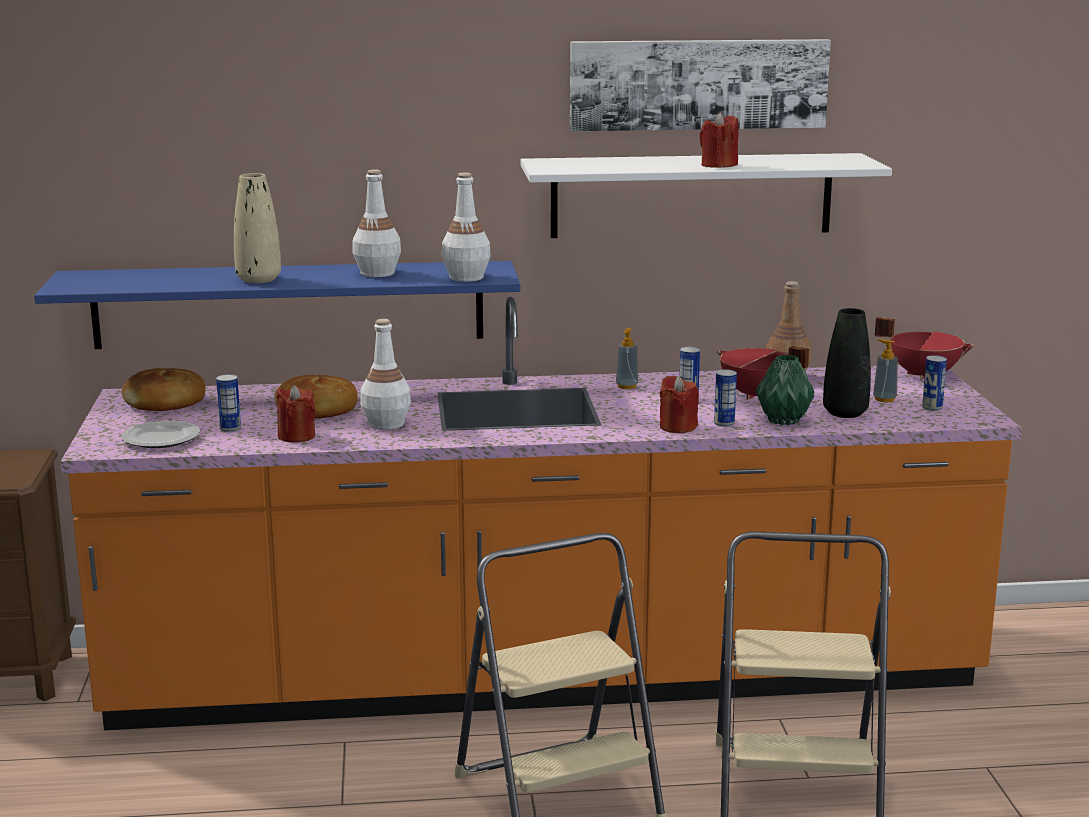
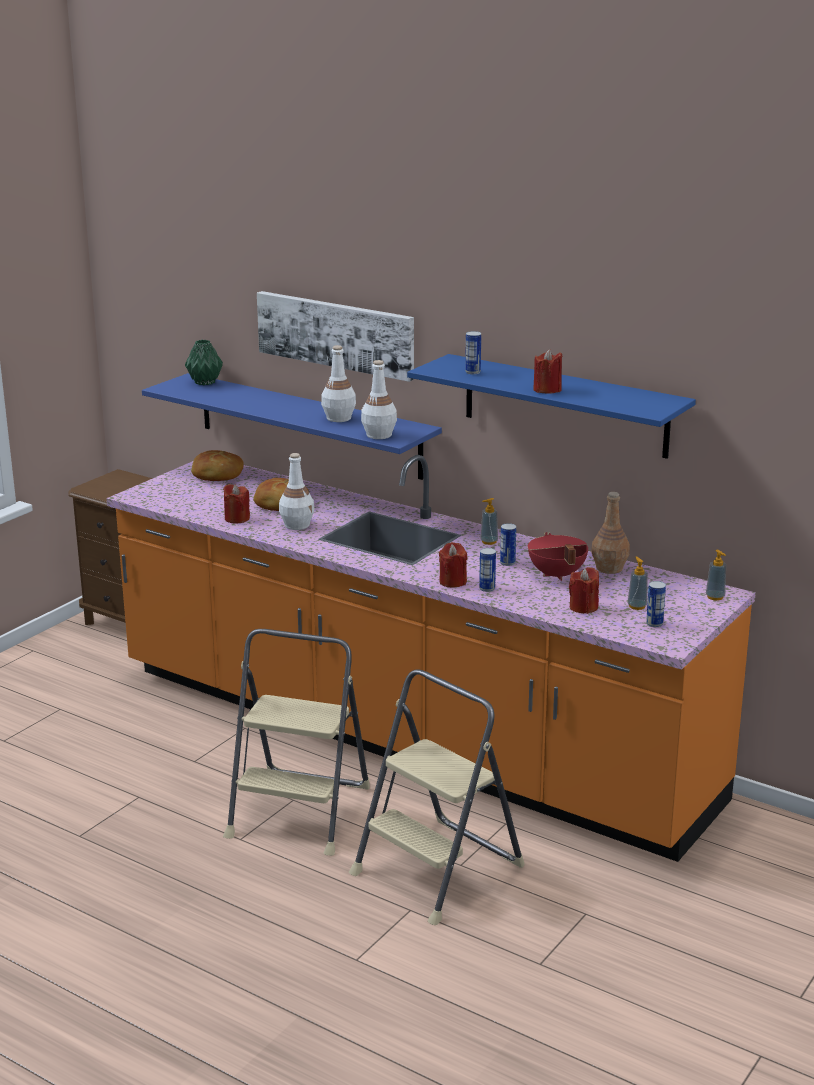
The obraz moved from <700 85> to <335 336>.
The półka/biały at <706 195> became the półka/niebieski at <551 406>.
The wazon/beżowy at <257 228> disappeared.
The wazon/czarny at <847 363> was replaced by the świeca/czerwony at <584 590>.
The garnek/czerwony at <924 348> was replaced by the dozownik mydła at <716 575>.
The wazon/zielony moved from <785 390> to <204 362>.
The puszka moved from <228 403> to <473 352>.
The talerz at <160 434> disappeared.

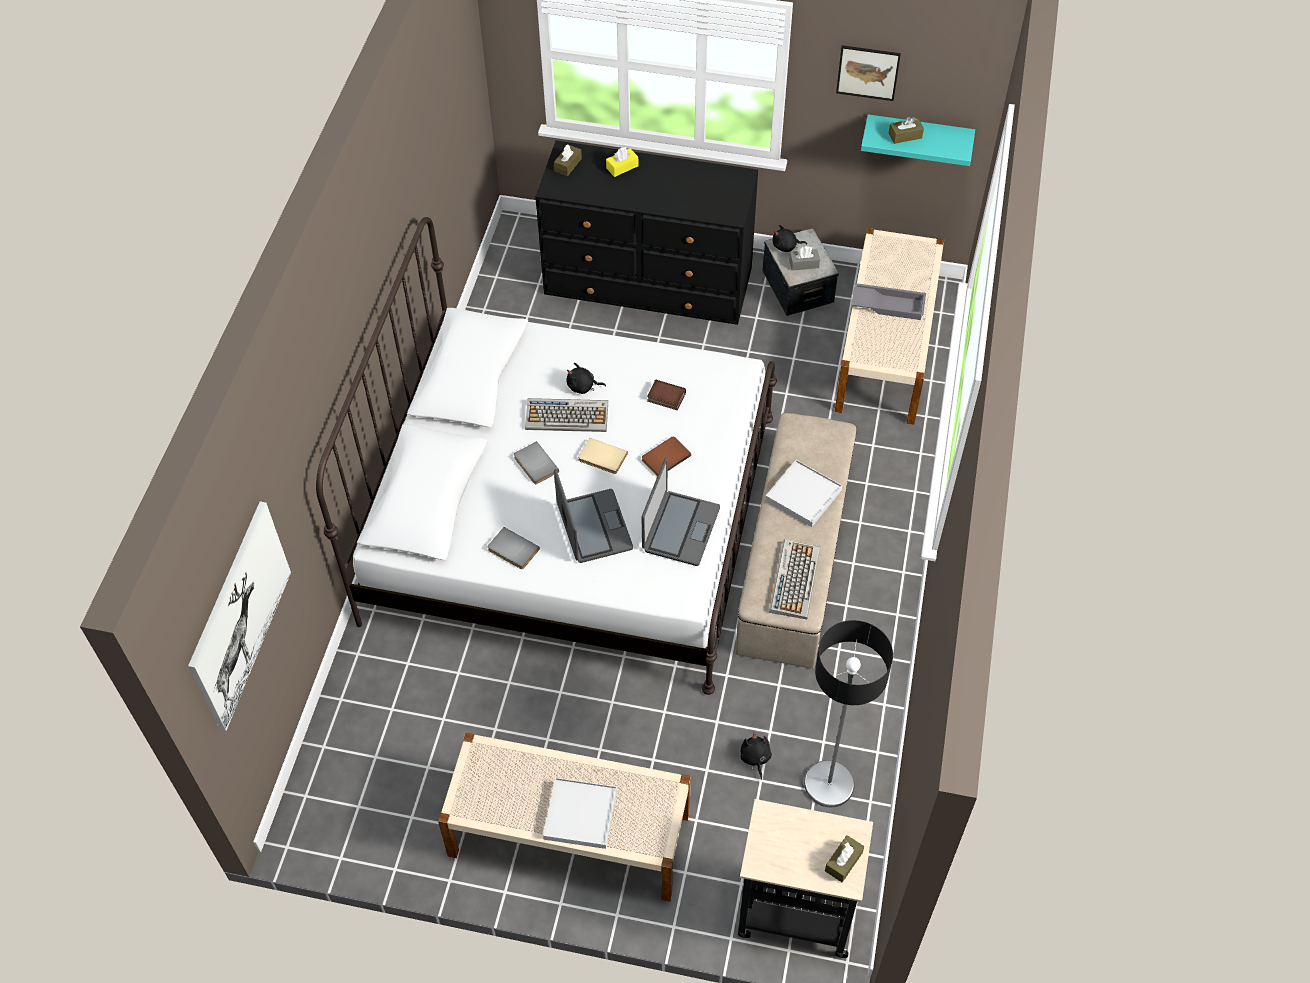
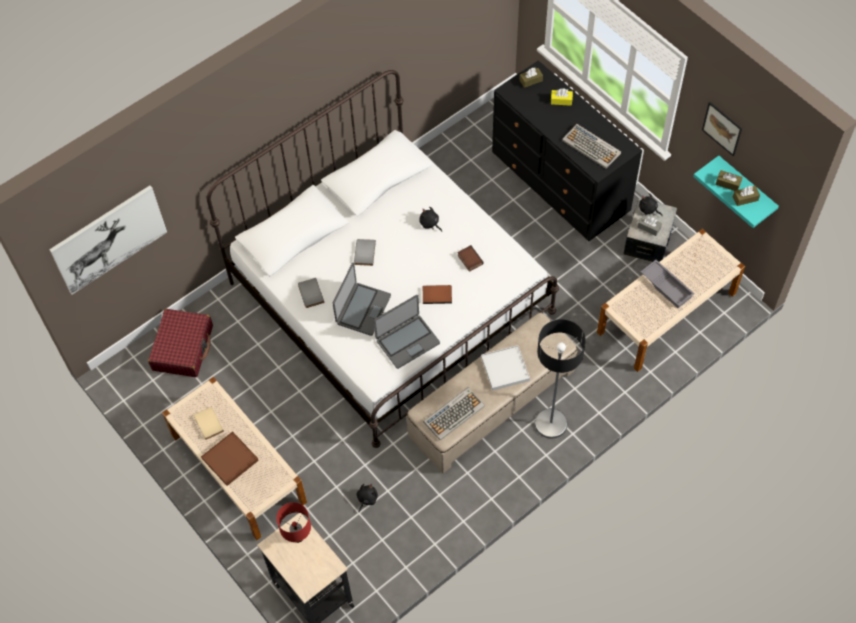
The klawiatura moved from <566 415> to <591 146>.
The książka/beżowy moved from <603 456> to <209 423>.
The lampa stojąca moved from <848 713> to <560 378>.
The taca/biały at <580 813> became the taca/brązowy at <230 458>.
The pudełko chusteczek/brązowy moved from <844 858> to <746 196>.
The walizka/czerwony at <180 343> appeared.
The lampa stołowa/czerwony at <293 522> appeared.

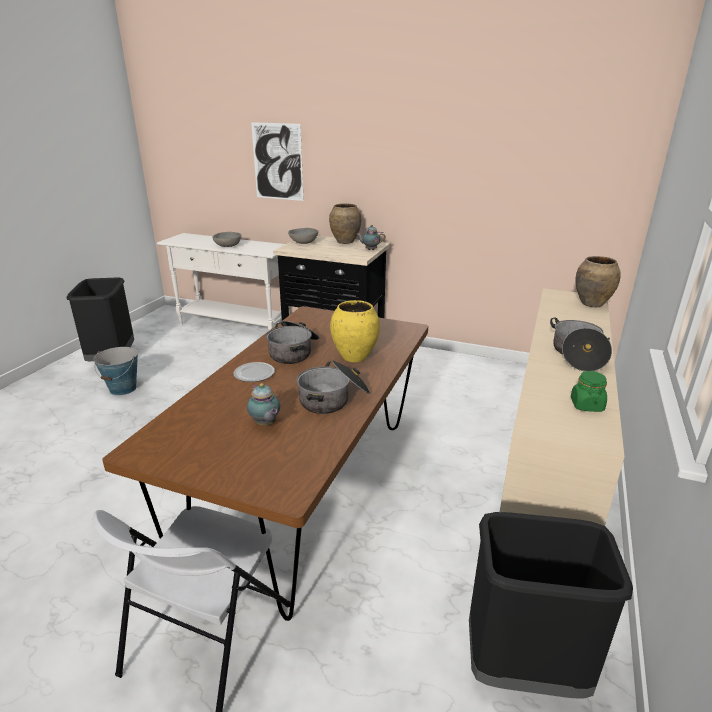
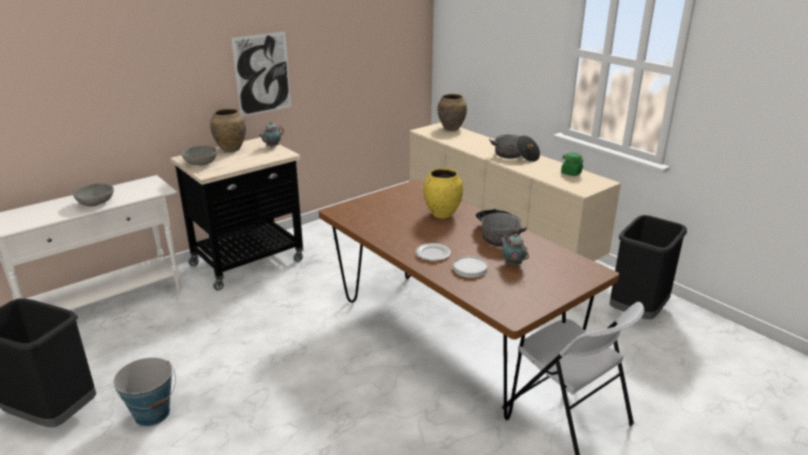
The obraz moved from <277 161> to <261 74>.
The garnek at <292 342> disappeared.
The imbryk at <263 404> turned 120 degrees counterclockwise.
The talerz/biały at <470 267> appeared.

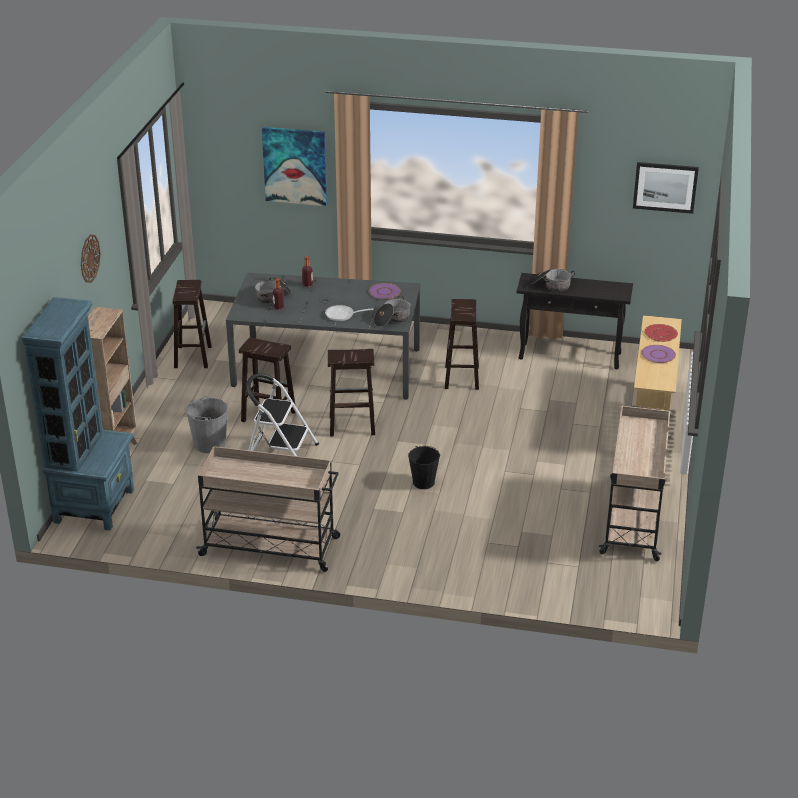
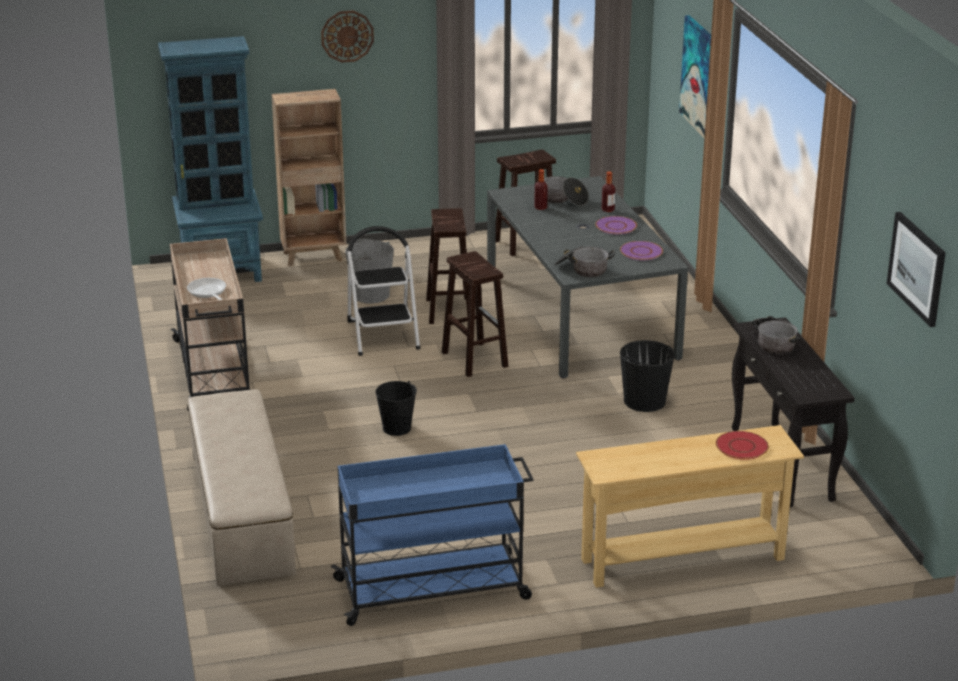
The stołek/brązowy at <462 344> was replaced by the wiadro/czarny at <647 376>.
The patelnia moved from <349 313> to <206 289>.
The talerz/fioletowy moved from <658 354> to <616 225>.
The wózek/beżowy at <634 483> became the wózek/niebieski at <432 535>.
The ławka/beżowy at <242 488> appeared.

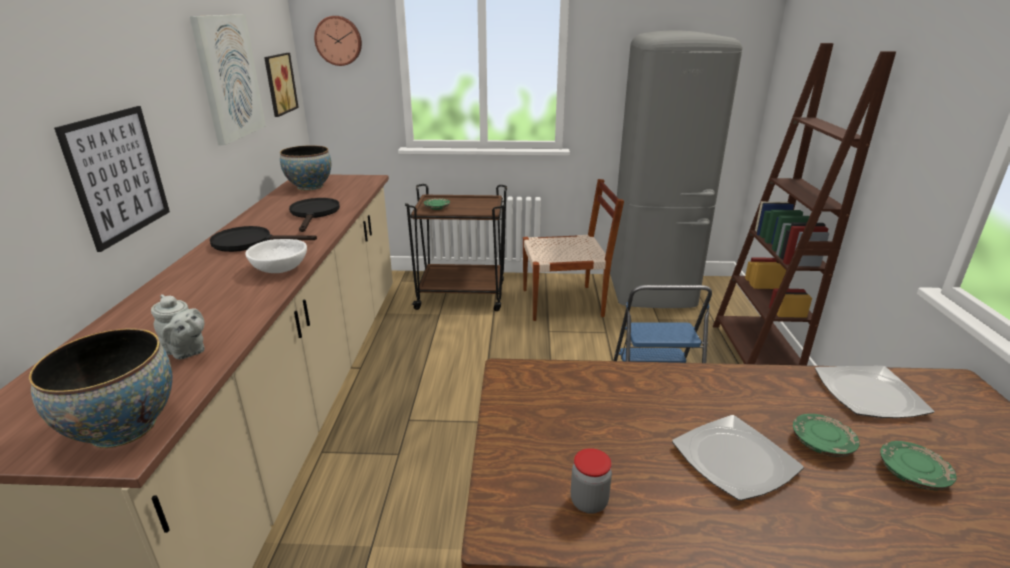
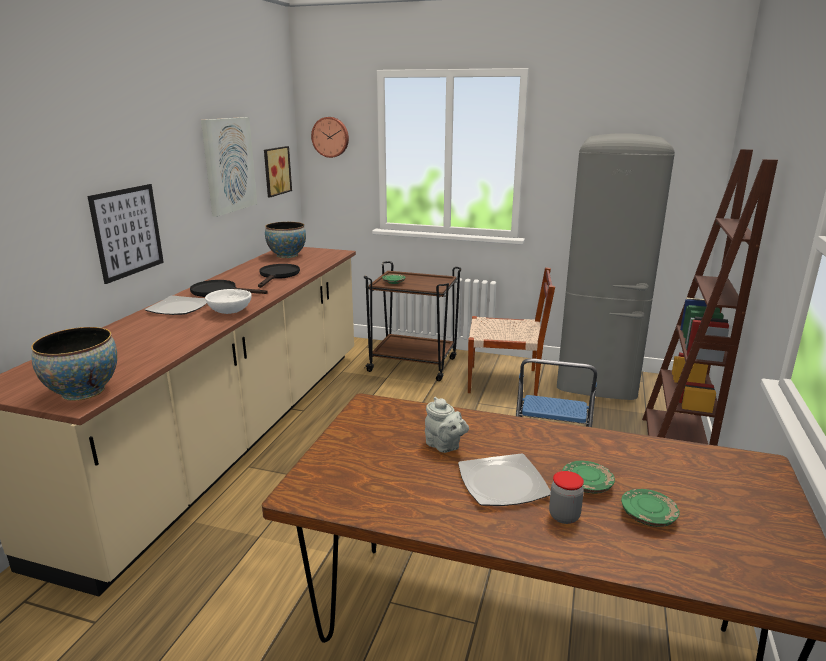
The imbryk/szary moved from <178 326> to <447 425>.
The talerz moved from <874 392> to <175 305>.
The słoik moved from <591 481> to <566 497>.

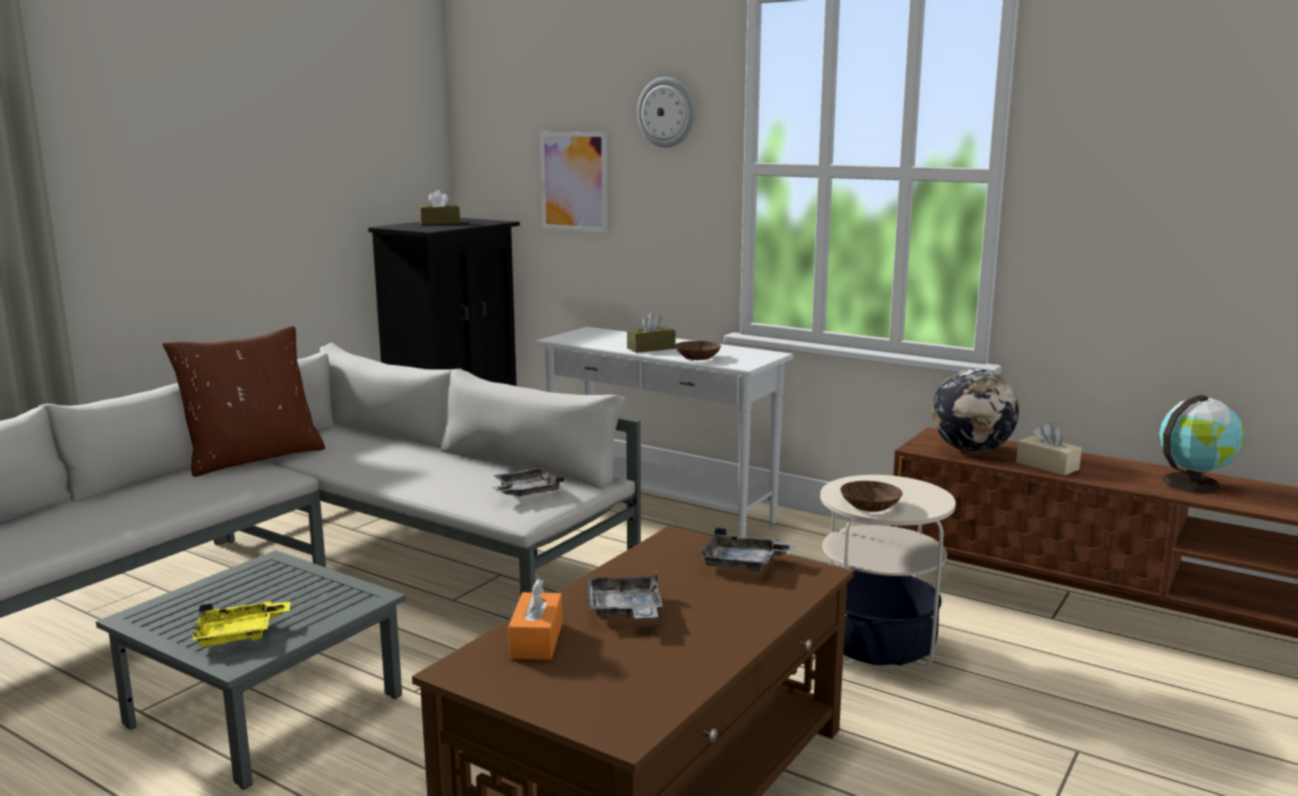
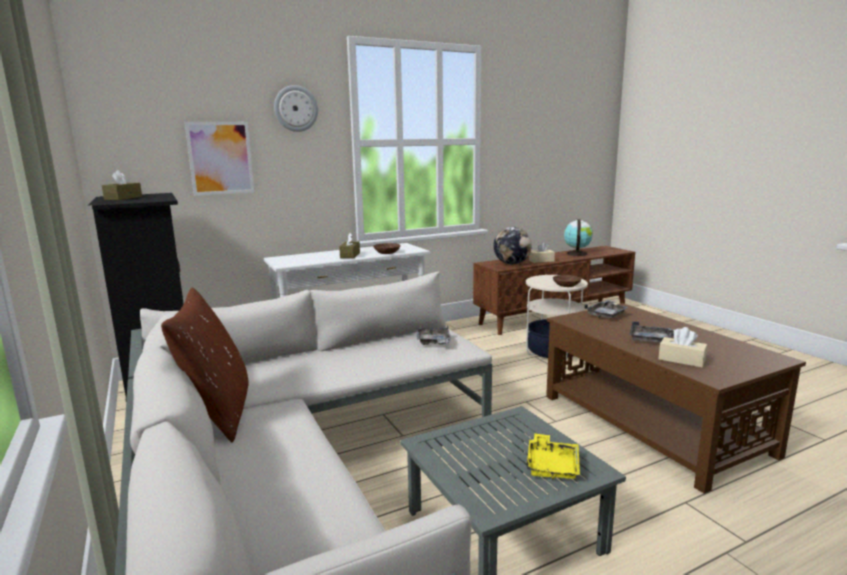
The pudełko chusteczek/pomarańczowy at <535 619> became the pudełko chusteczek/beżowy at <683 347>.

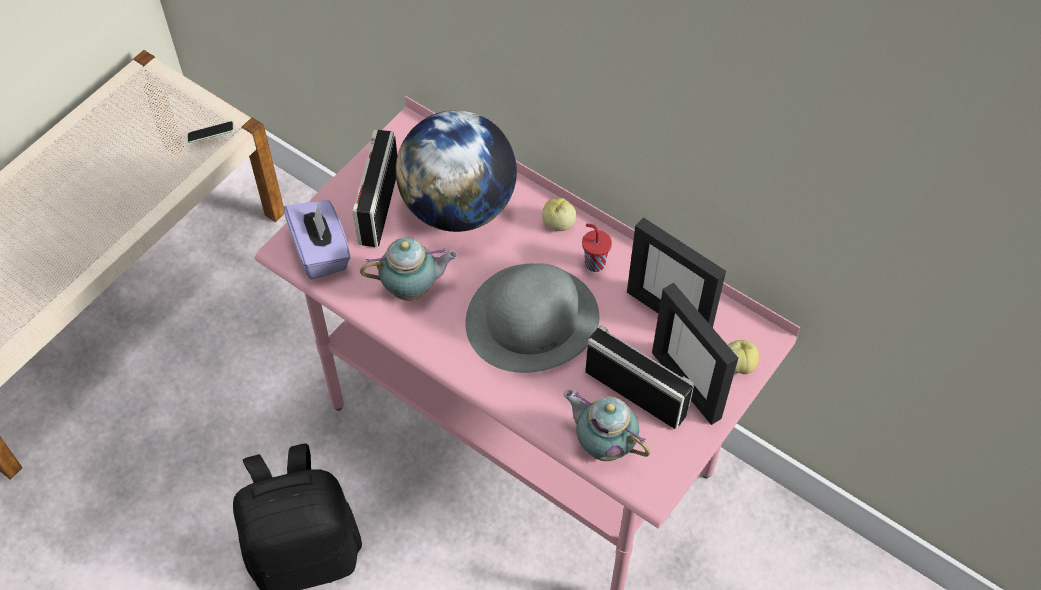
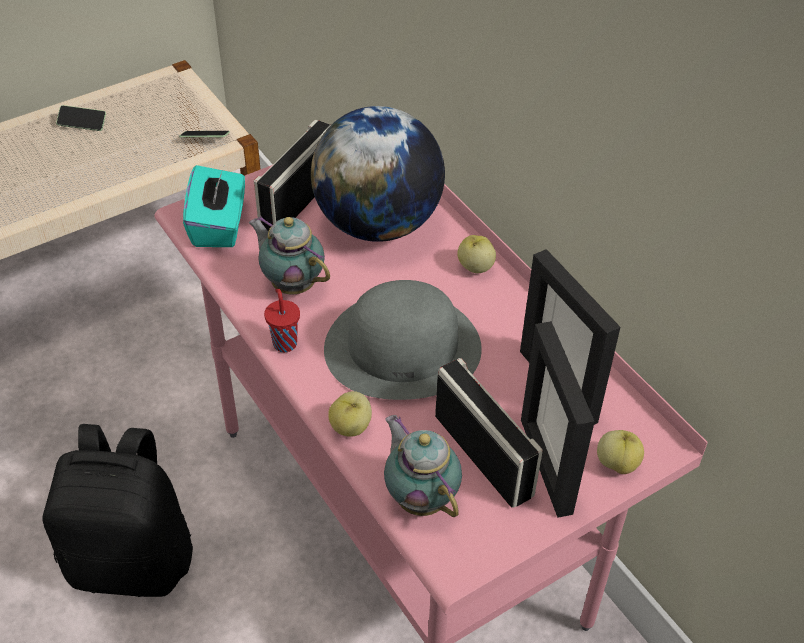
The pudełko chusteczek/fioletowy at <317 240> became the pudełko chusteczek/turkusowy at <214 206>.
The filiżanka/czerwony moved from <597 248> to <282 320>.
The imbryk at <409 269> turned 150 degrees counterclockwise.
The telefon at <81 118> appeared.
The jabłko at <350 414> appeared.

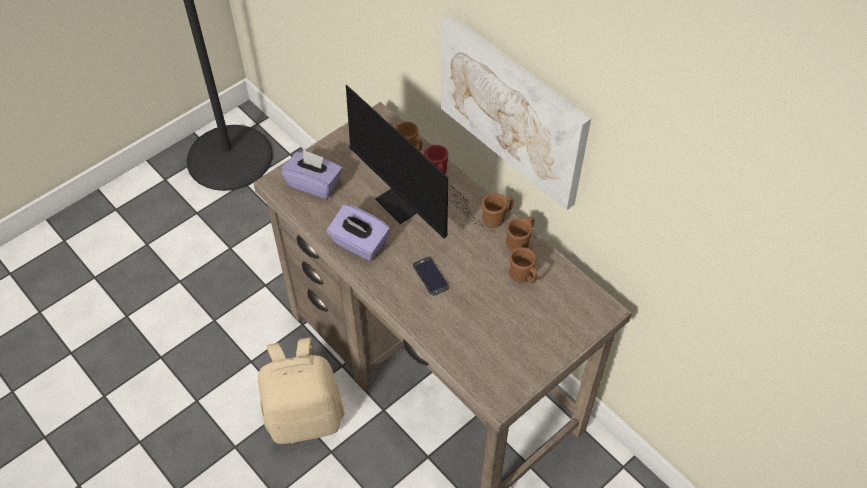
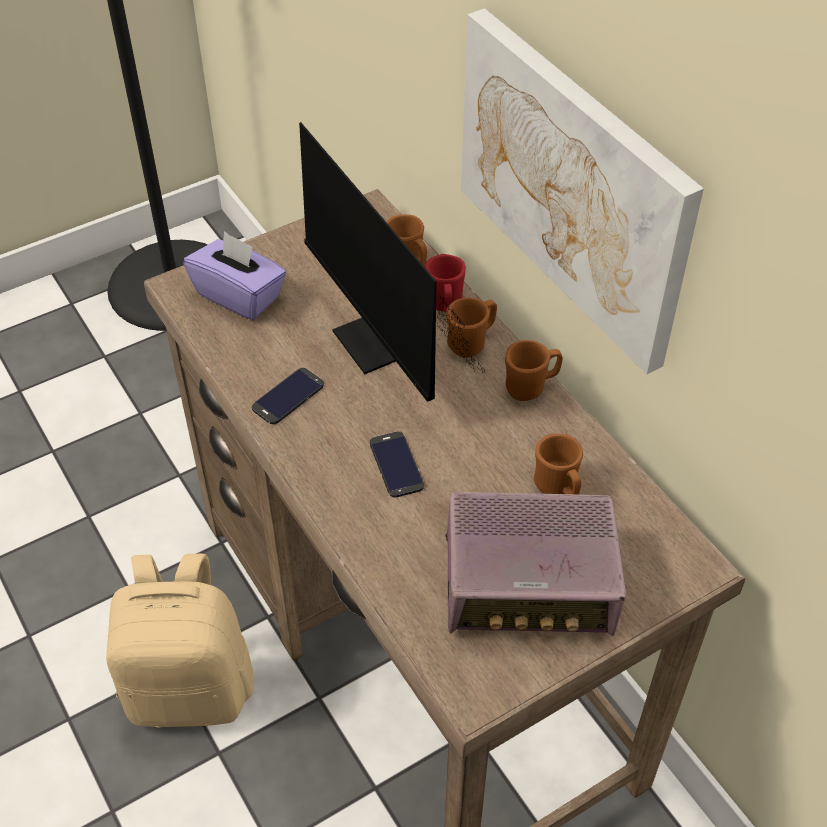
The pudełko chusteczek/fioletowy at <358 232> was replaced by the telefon at <288 396>.
The kubek/brązowy moved from <520 234> to <471 328>.
The radio at <535 564> appeared.

